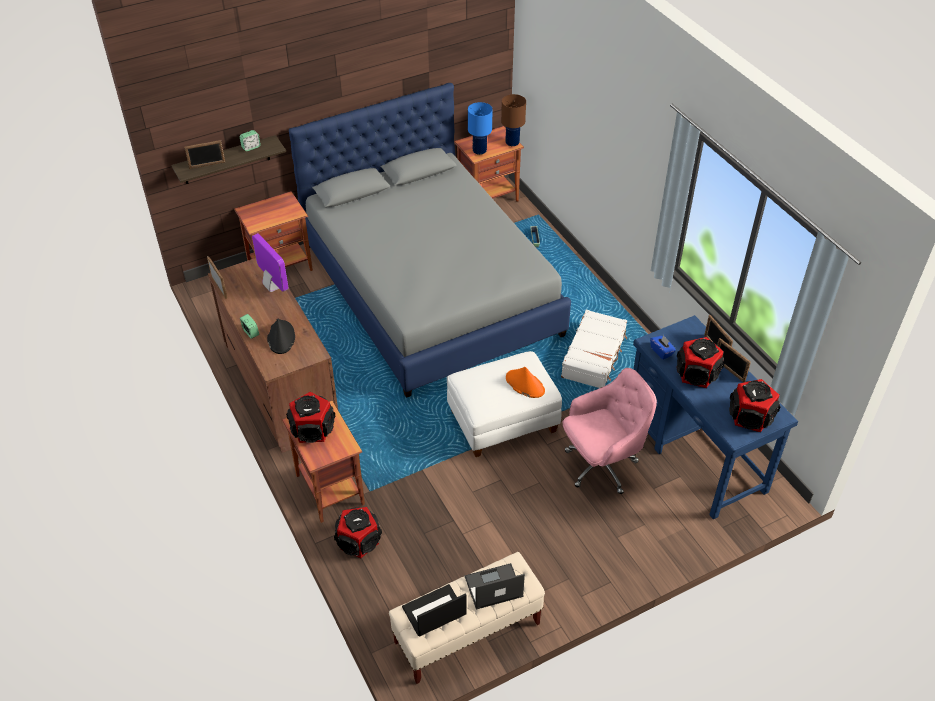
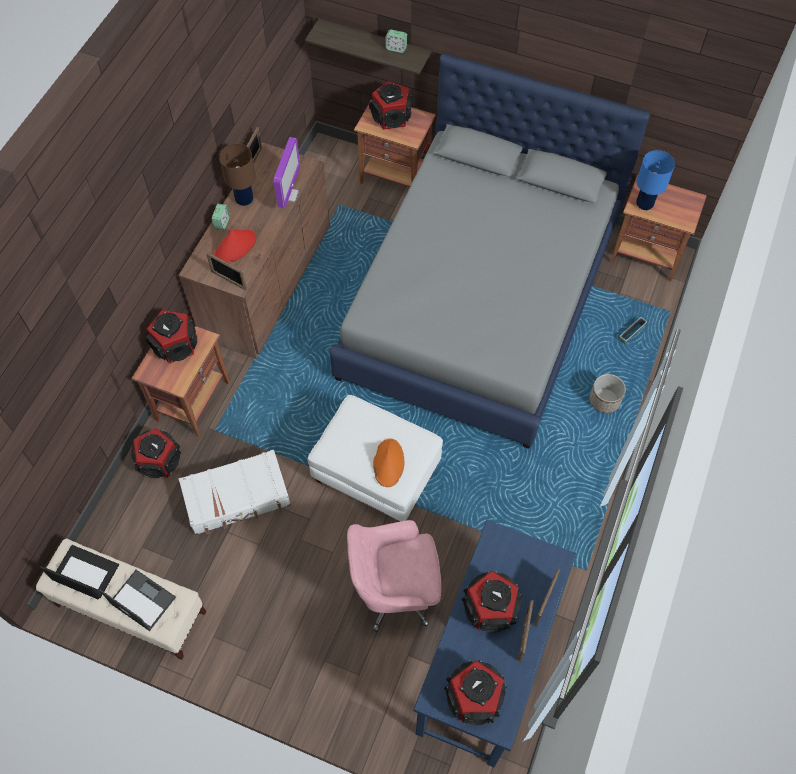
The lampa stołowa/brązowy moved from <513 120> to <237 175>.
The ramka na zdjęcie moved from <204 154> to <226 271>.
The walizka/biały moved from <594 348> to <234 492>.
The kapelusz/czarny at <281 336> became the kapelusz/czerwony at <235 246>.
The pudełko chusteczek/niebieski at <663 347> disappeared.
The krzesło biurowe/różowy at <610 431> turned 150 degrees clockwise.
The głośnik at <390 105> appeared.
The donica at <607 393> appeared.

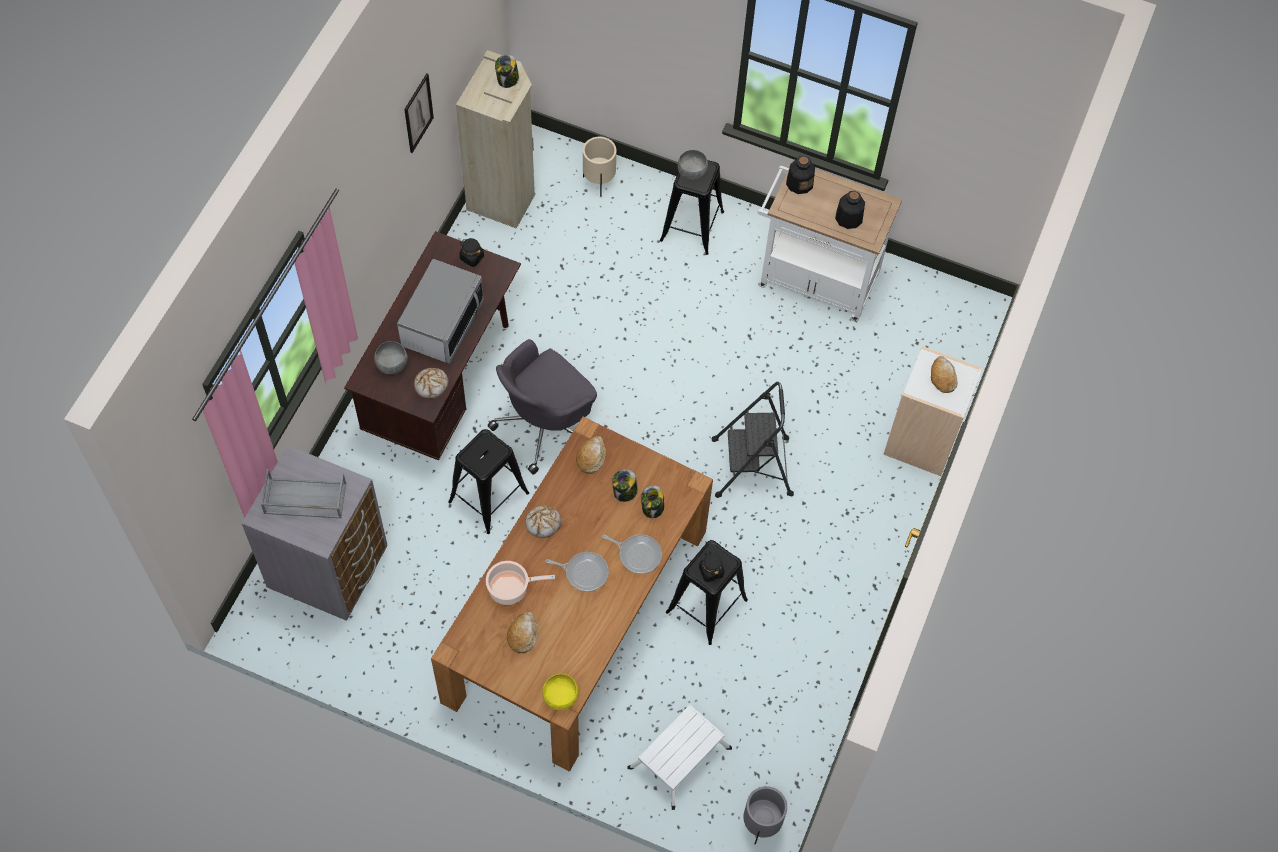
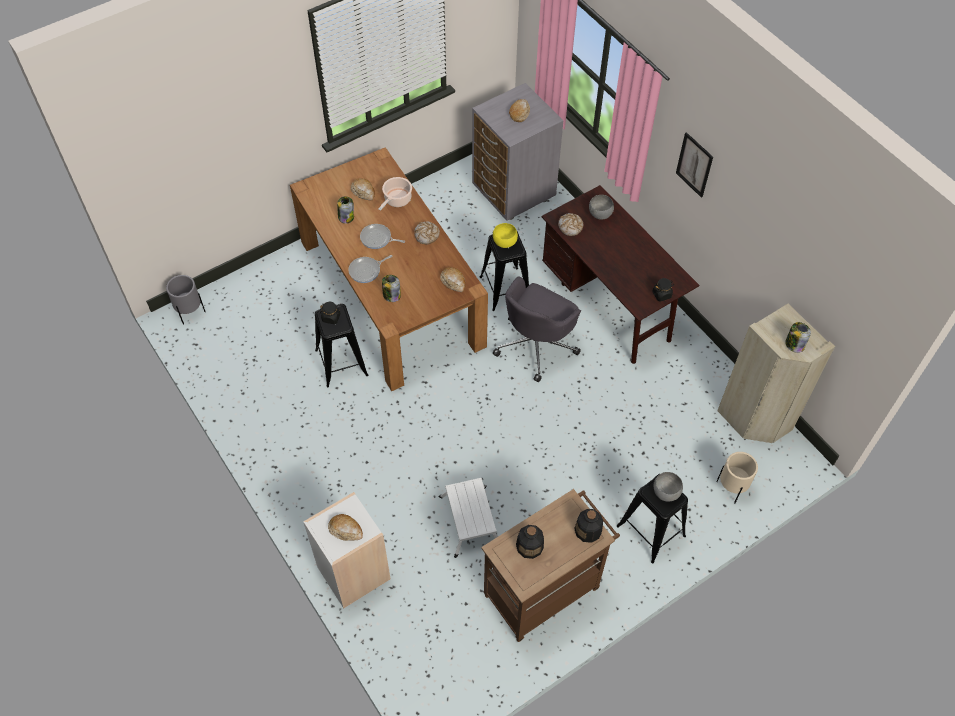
The obraz moved from <419 113> to <694 165>.
The wózek/biały at <829 241> became the wózek/brązowy at <550 565>.
The mikrofalówka at <440 311> disappeared.
The krzesło biurowe/szary at <542 406> turned 135 degrees counterclockwise.
The drabinka/czarny at <753 440> disappeared.
The taca/szary at <303 493> was replaced by the chleb at <519 110>.
The słoik moved from <625 485> to <345 210>.
The patelnia at <577 572> turned 60 degrees clockwise.
The miska/żółty moved from <560 692> to <505 235>.
The drabinka/biały moved from <680 757> to <468 518>.

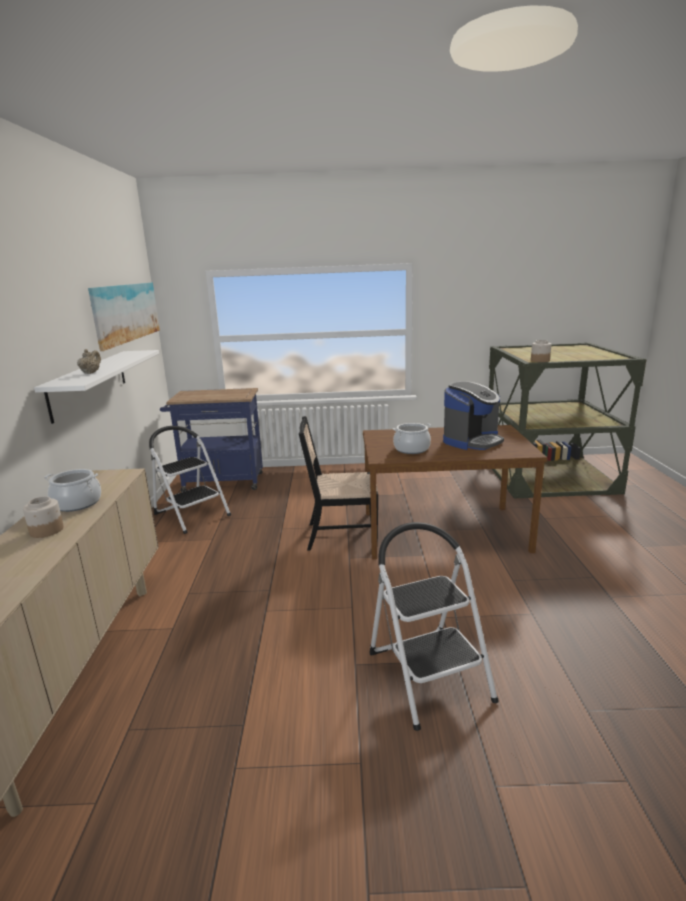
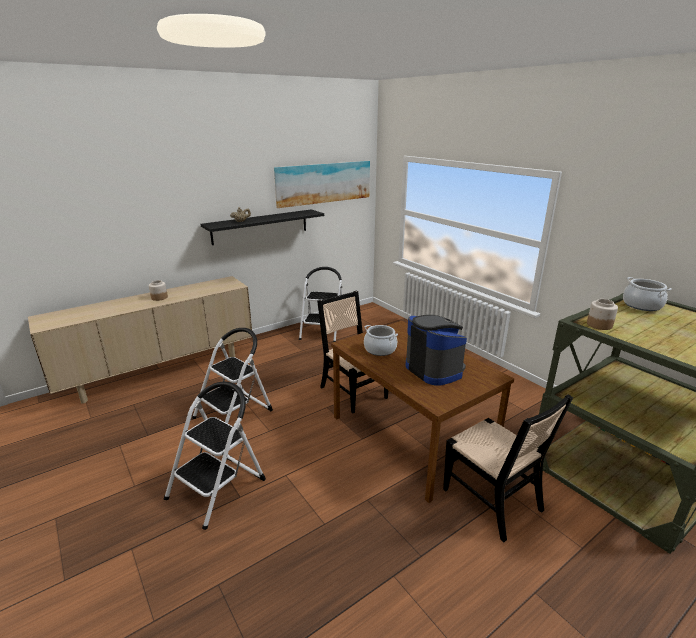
The półka/biały at <96 387> became the półka/czarny at <262 227>.
The ekspres do kawy at <473 415> turned 135 degrees counterclockwise.
The wózek/niebieski at <211 440> disappeared.
The garnek moved from <72 490> to <647 294>.
The drabinka at <232 376> appeared.
The krzesło at <508 468> appeared.

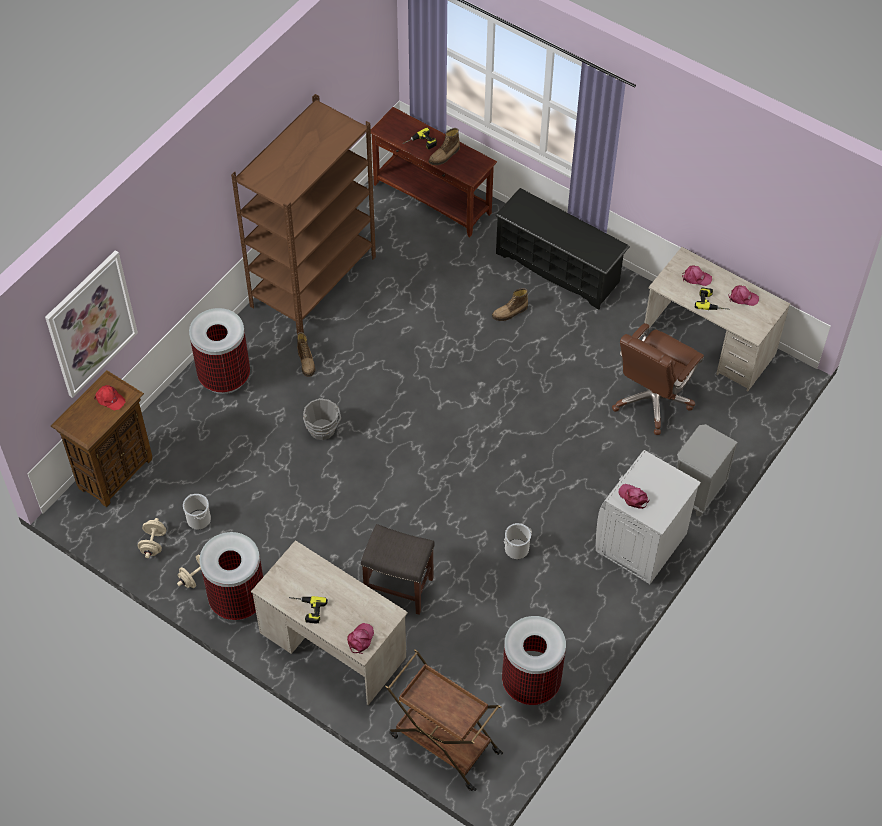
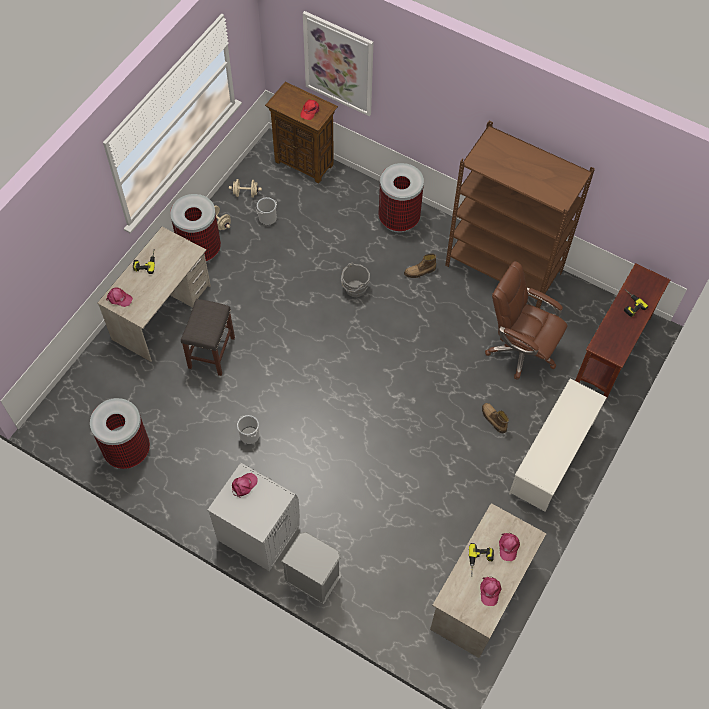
The but z cholewką at <444 146> disappeared.
The regał na buty/czarny at <562 249> became the regał na buty/biały at <558 445>.
The krzesło biurowe/brązowy moved from <658 379> to <526 320>.
The wózek/brązowy at <444 720> disappeared.

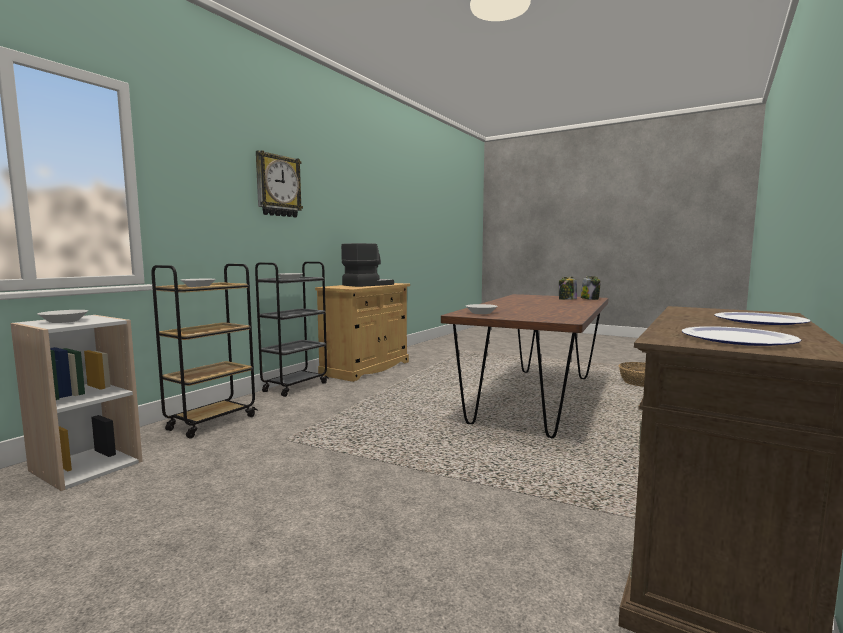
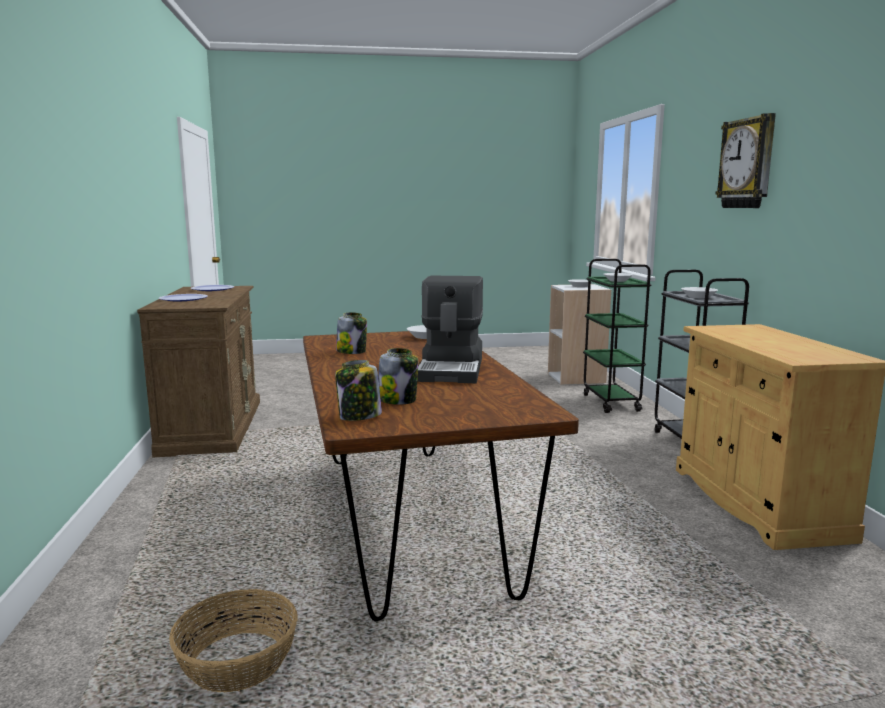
The ekspres do kawy moved from <367 265> to <450 329>.
The wózek/brązowy at <204 351> became the wózek/zielony at <617 336>.
The słoik at <351 333> appeared.

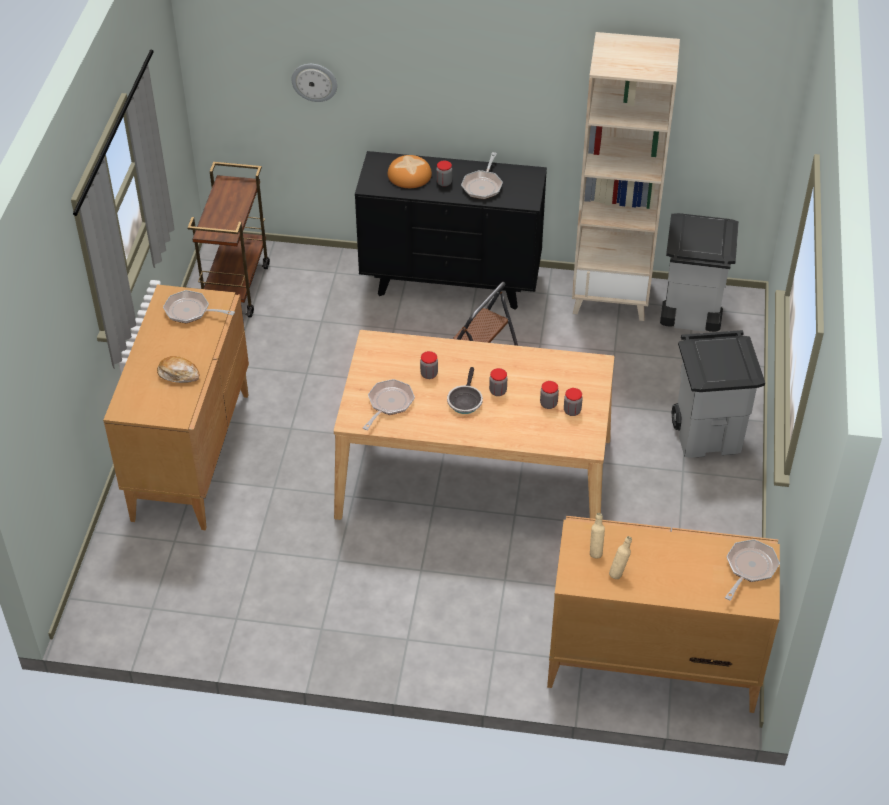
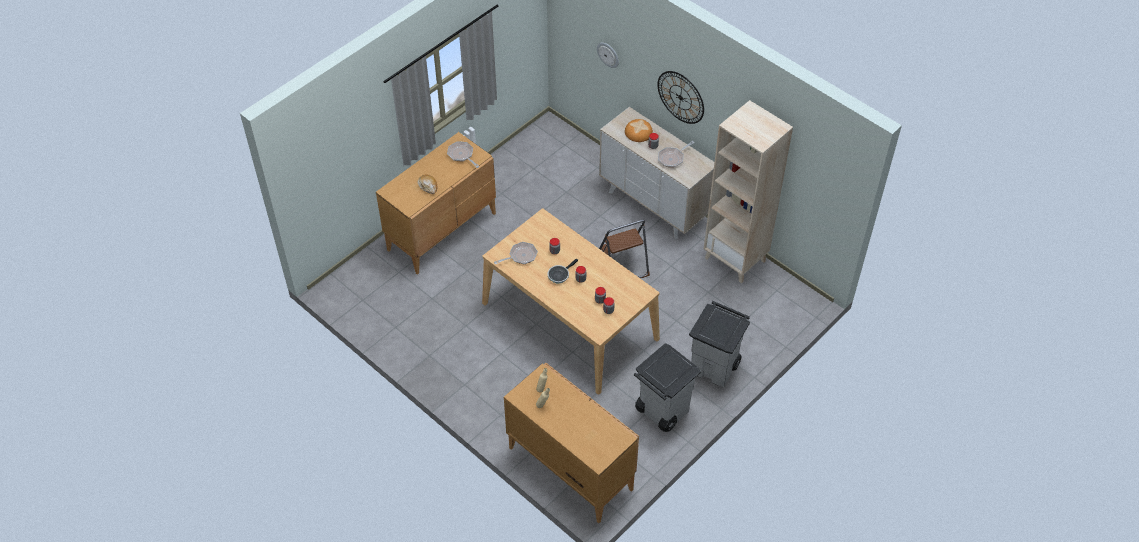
The komoda/czarny at <451 230> became the komoda/biały at <656 173>.
The wózek/brązowy at <228 239> disappeared.
The kosz na śmieci/szary moved from <699 272> to <667 387>.
The patelnia at <752 569> disappeared.
The zegar ścienny at <680 97> appeared.

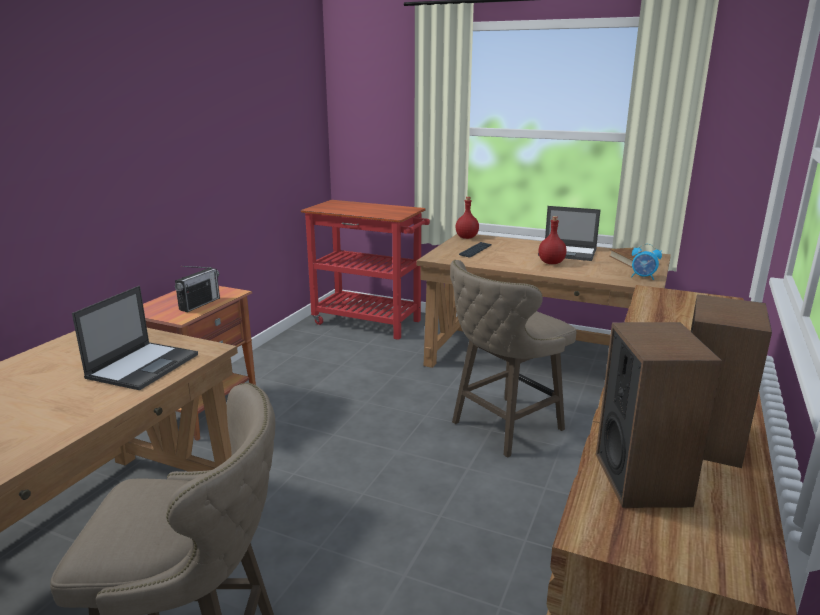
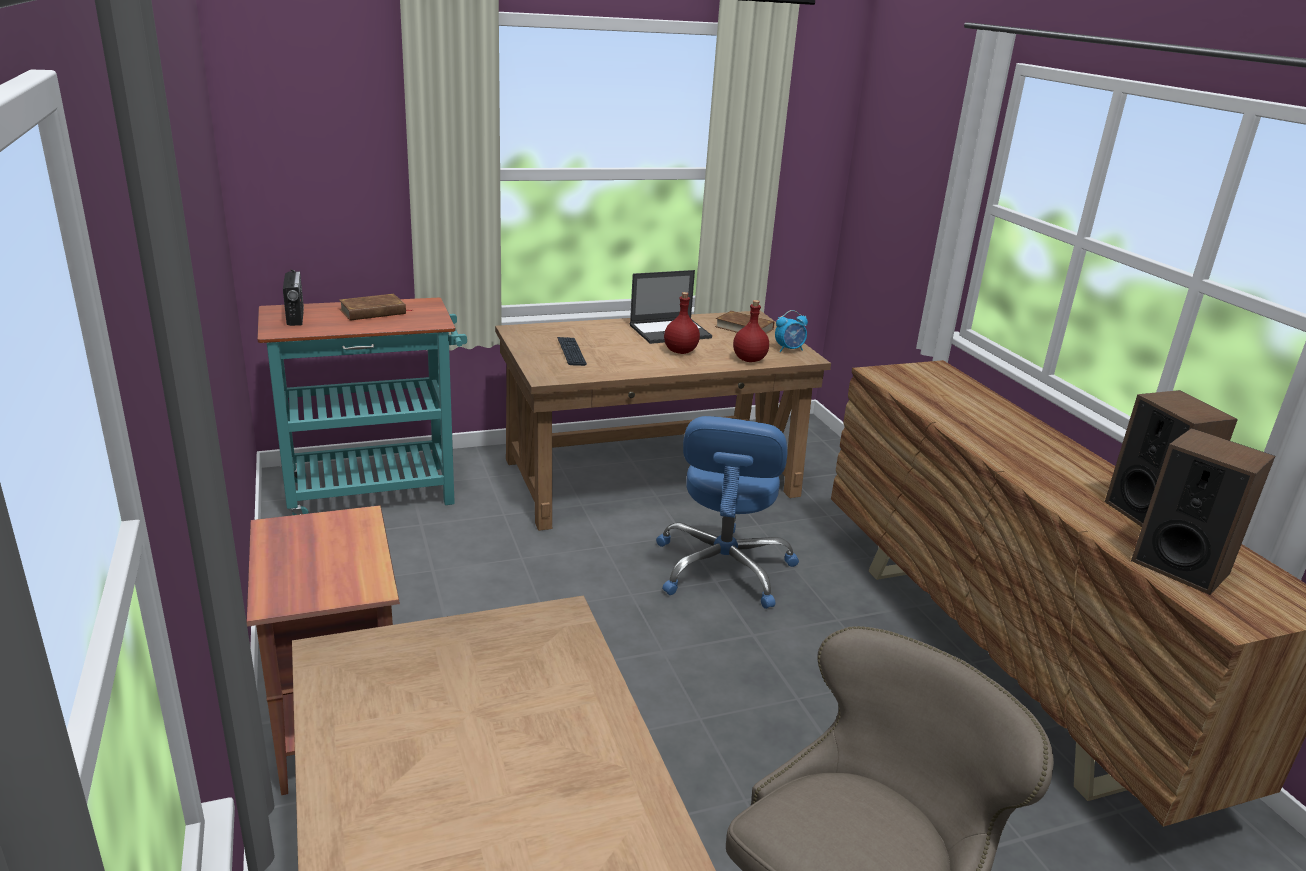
The butelka/czerwony moved from <467 218> to <751 331>.
The wózek/czerwony at <365 270> became the wózek/turkusowy at <362 406>.
The stołek/beżowy at <513 359> was replaced by the krzesło biurowe/niebieski at <727 512>.
The radio moved from <197 289> to <293 297>.
The laptop at <135 338> disappeared.
The książka/brązowy at <376 307> appeared.

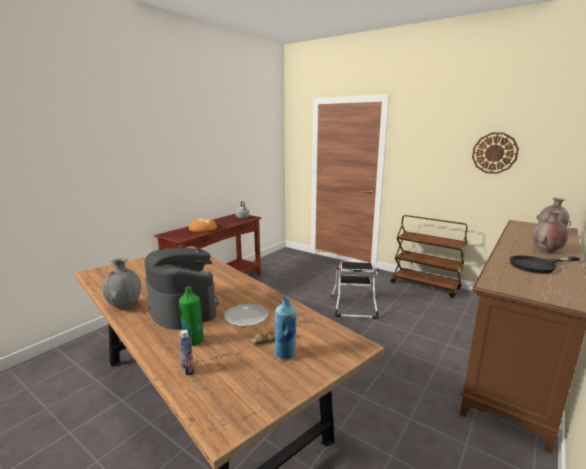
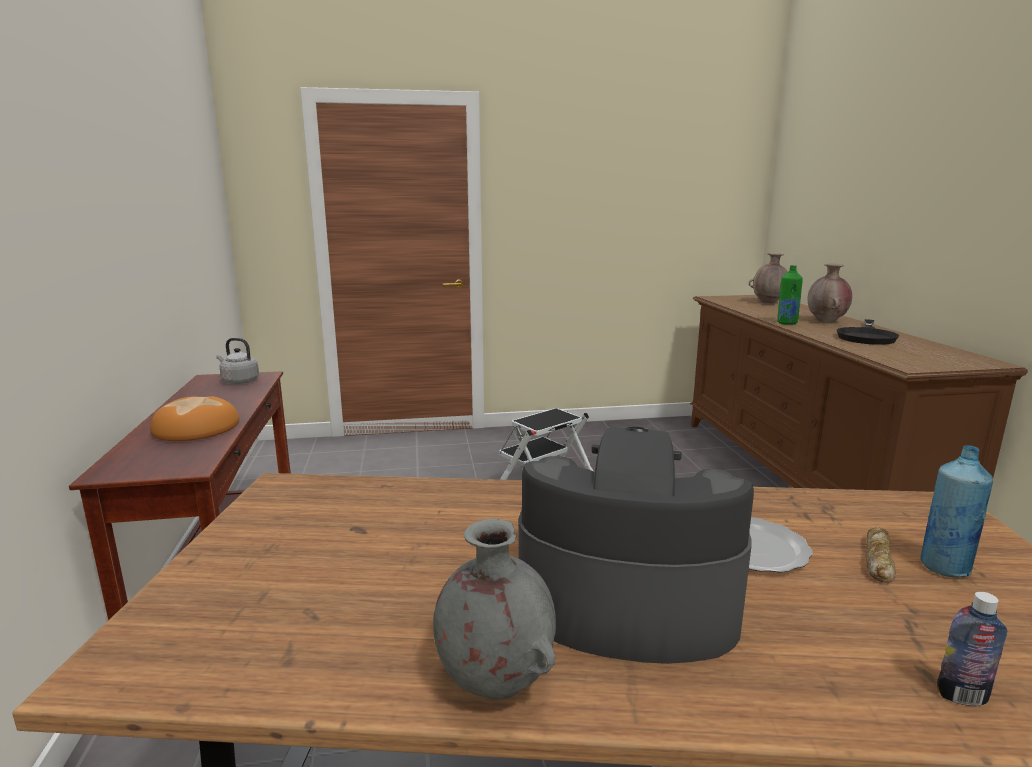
The zegar ścienny at <495 153> disappeared.
The wózek/brązowy at <429 256> disappeared.
The butelka/zielony moved from <191 316> to <790 295>.

